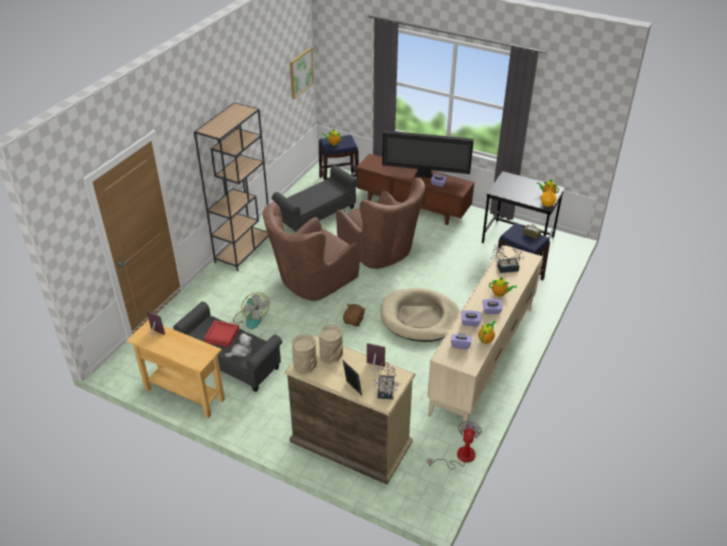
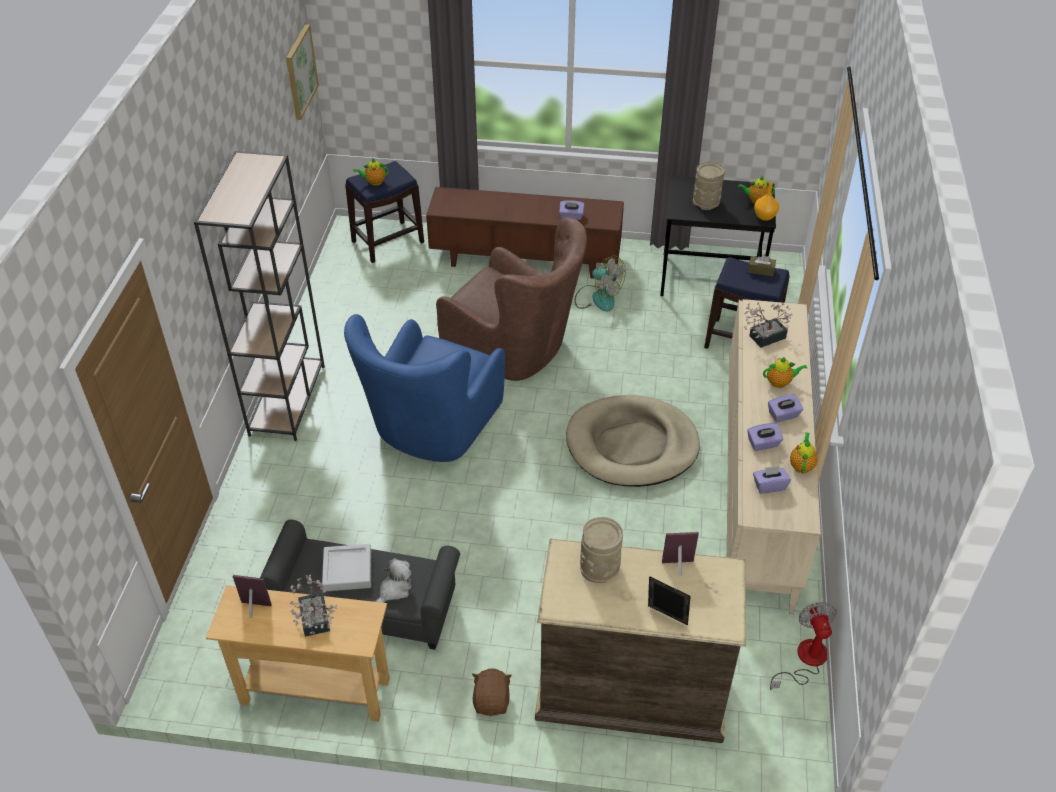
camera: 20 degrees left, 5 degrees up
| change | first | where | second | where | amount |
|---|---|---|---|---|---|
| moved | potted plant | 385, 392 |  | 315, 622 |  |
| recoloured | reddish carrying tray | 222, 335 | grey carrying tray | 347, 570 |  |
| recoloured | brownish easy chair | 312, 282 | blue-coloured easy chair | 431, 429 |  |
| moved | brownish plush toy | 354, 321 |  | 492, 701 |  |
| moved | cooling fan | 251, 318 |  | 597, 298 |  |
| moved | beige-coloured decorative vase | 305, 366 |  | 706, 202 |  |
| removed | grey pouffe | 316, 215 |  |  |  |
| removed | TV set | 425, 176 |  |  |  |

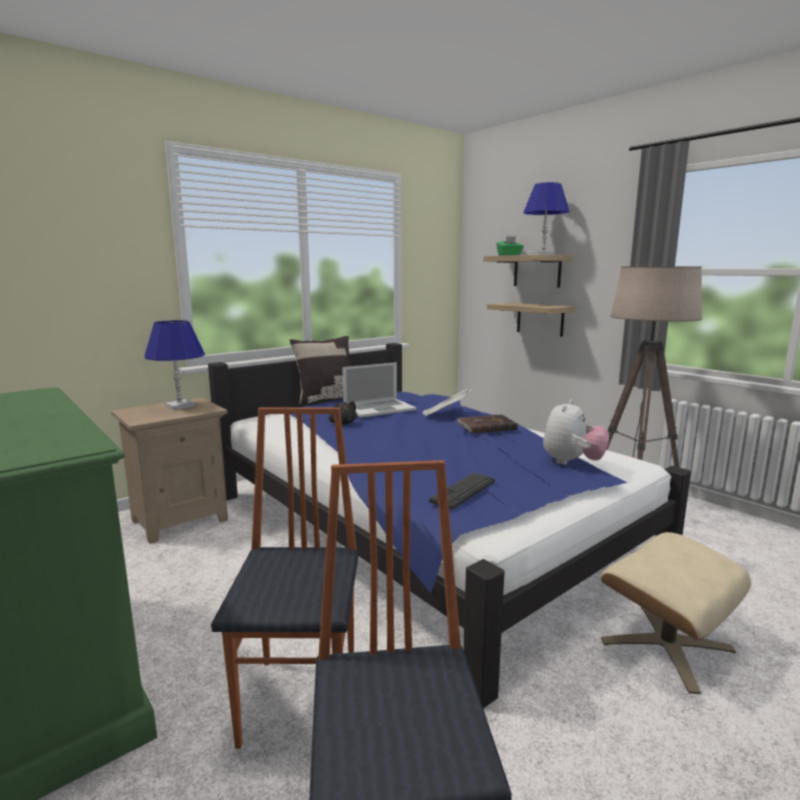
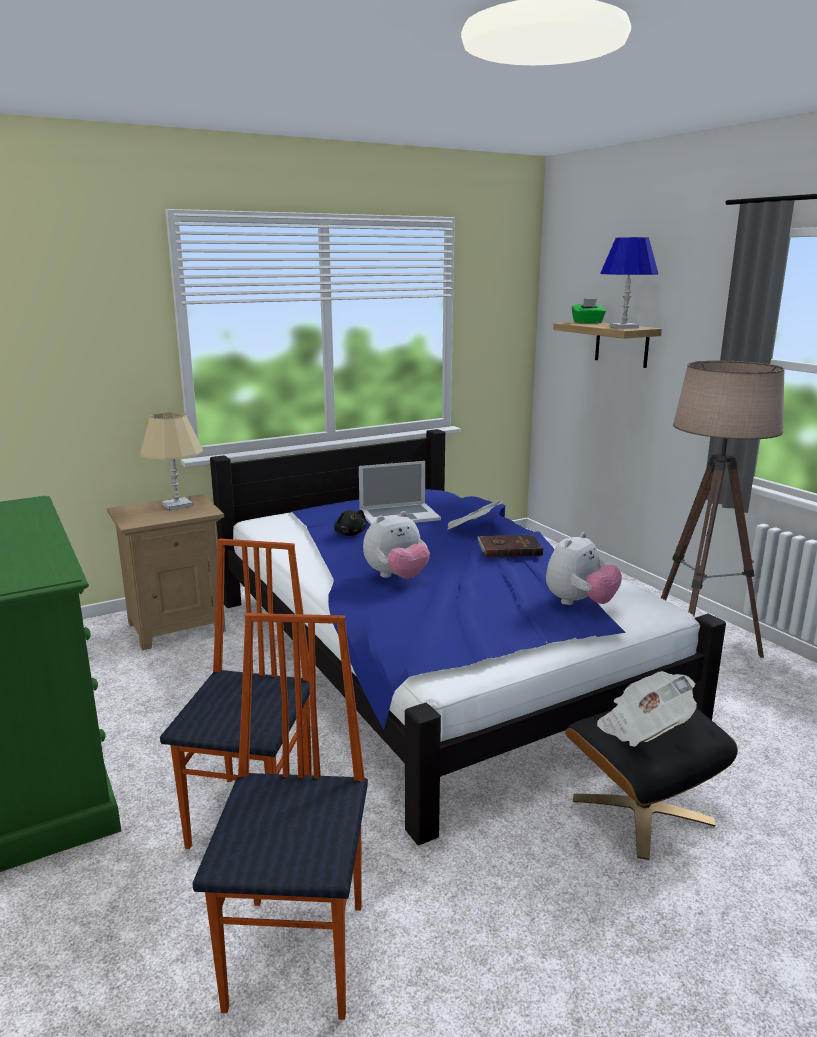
camera: 10 degrees right, 5 degrees up
| change | first | where | second | where | amount |
|---|---|---|---|---|---|
| recoloured | blue-coloured tabletop lamp | 180, 406 | beige-coloured tabletop lamp | 177, 505 |  |
| added |  |  | plush toy | 396, 577 |  |
| recoloured | beige-coloured pouffe | 666, 645 | blackish pouffe | 641, 810 |  |
| added |  |  | printed paper | 643, 728 |  |
| removed | throw pillow | 327, 399 |  |  |  |
| removed | computer keyboard | 463, 491 |  |  |  |
| removed | bracket shelf | 540, 319 |  |  |  |

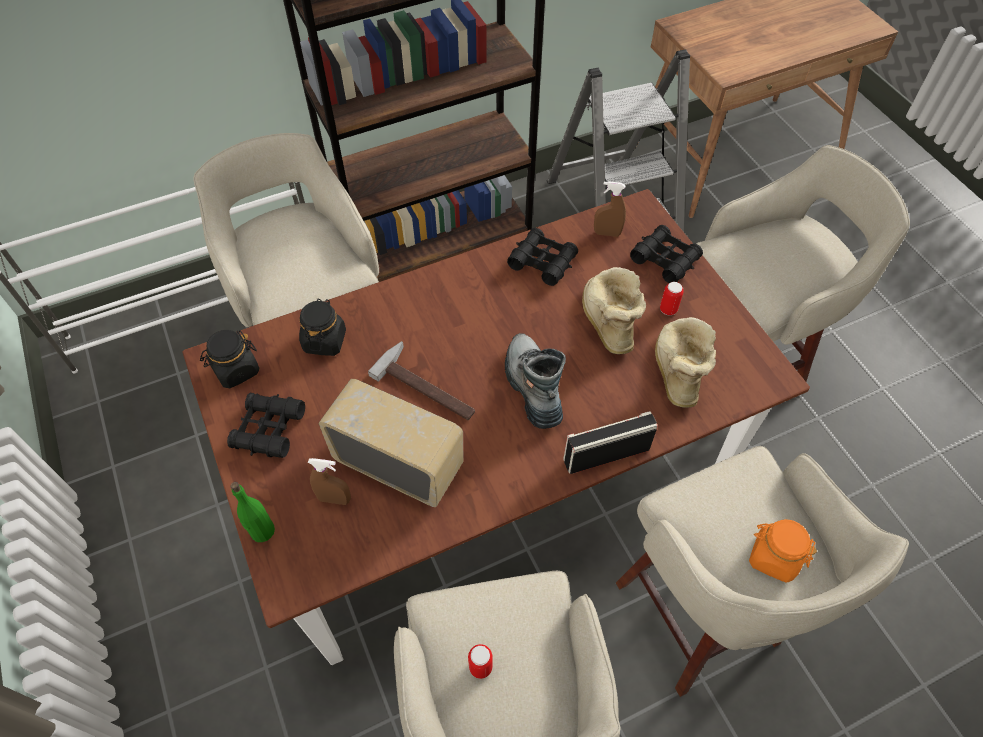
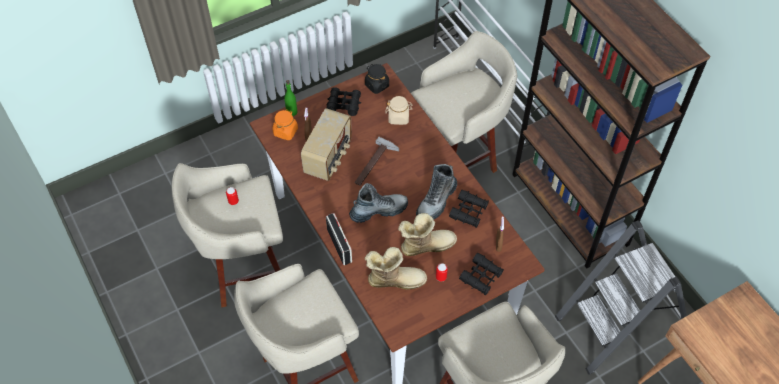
camera: 85 degrees right, 0 degrees up
| change | first | where | second | where | amount |
|---|---|---|---|---|---|
| moved | orange-coloured jar | 773, 557 |  | 285, 131 |  |
| recoloured | blackish jar | 324, 340 | beige-coloured jar | 398, 117 |  |
| added |  |  | tall boot | 436, 201 |  |

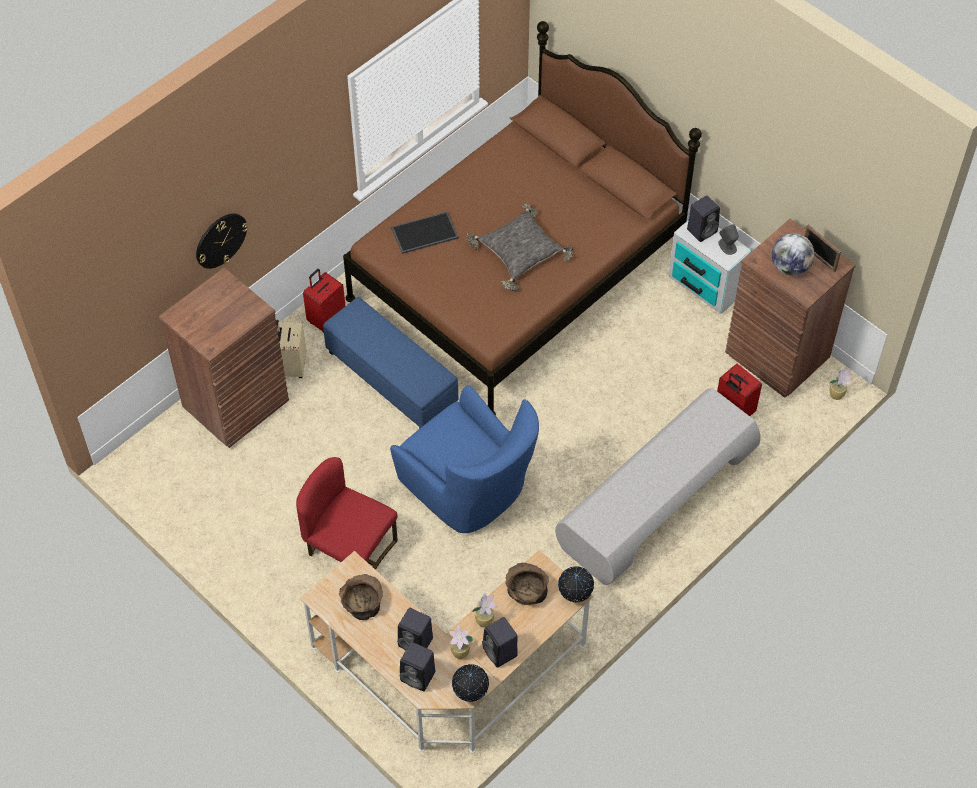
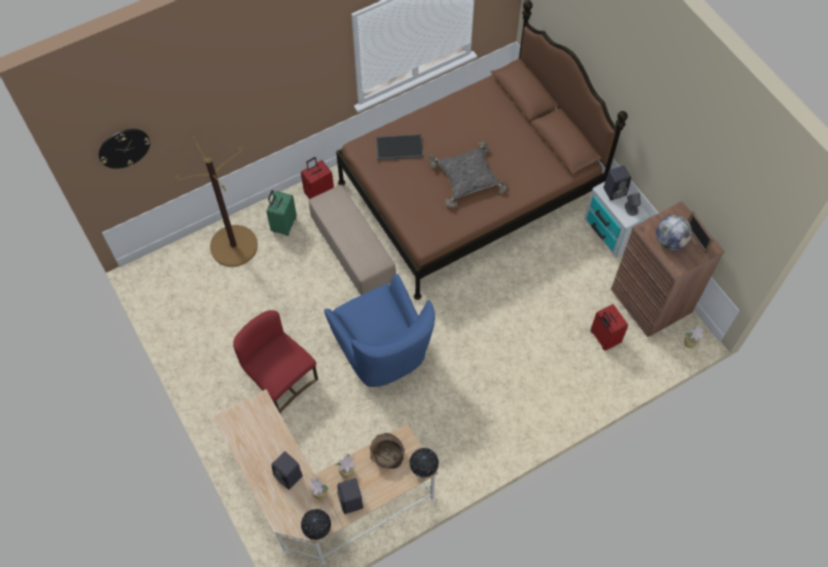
camera: 15 degrees right, 5 degrees up
| change | first | where | second | where | amount |
|---|---|---|---|---|---|
| moved | hanging clock | 220, 240 |  | 124, 148 |  |
| replaced | brownish drawer chest | 236, 405 | brownish garment rack | 234, 246 |  |
| recoloured | beige-coloured suitcase | 292, 366 | greenish suitcase | 283, 225 |  |
| recoloured | blue-coloured pouffe | 392, 377 | beige-coloured pouffe | 353, 250 |  |
| removed | brownish deep dish | 362, 601 |  |  |  |
| removed | blackish loudspeaker | 419, 676 |  |  |  |
| removed | grey indoor bench | 657, 499 |  |  |  |

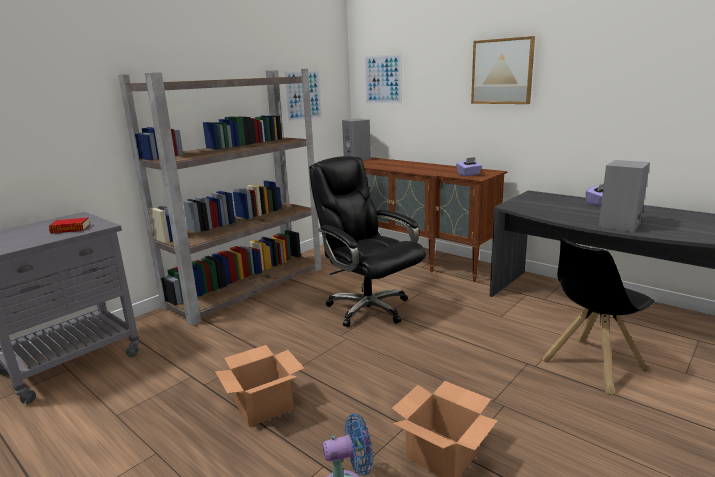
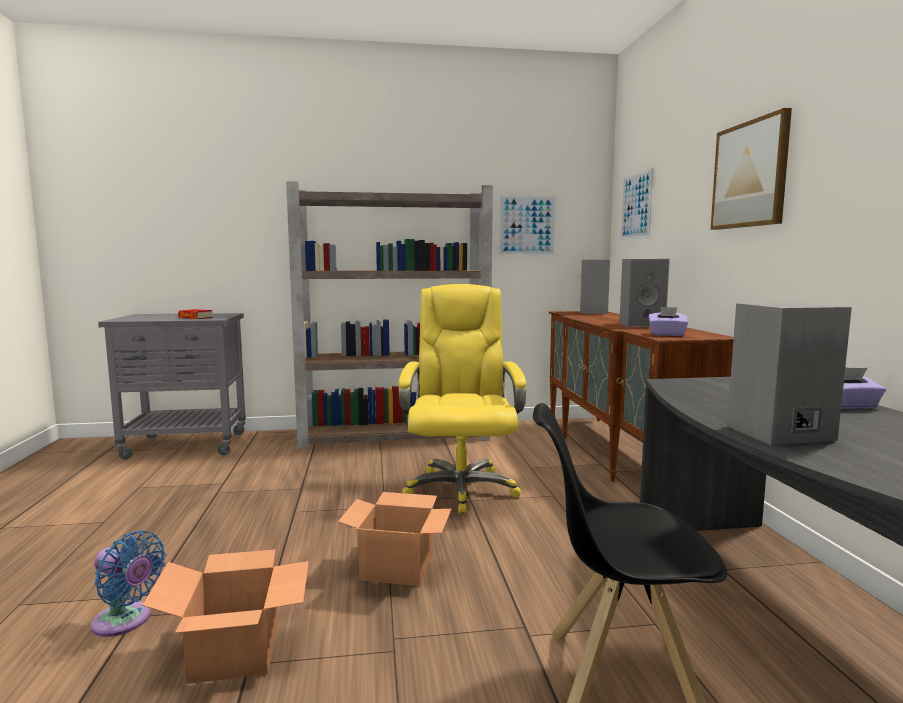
camera: 40 degrees right, 10 degrees down
| change | first | where | second | where | amount |
|---|---|---|---|---|---|
| moved | carton | 263, 406 |  | 395, 568 |  |
| recoloured | blackish desk chair | 369, 309 | yellow desk chair | 461, 490 |  |
| added |  |  | grey loudspeaker | 642, 325 |  |

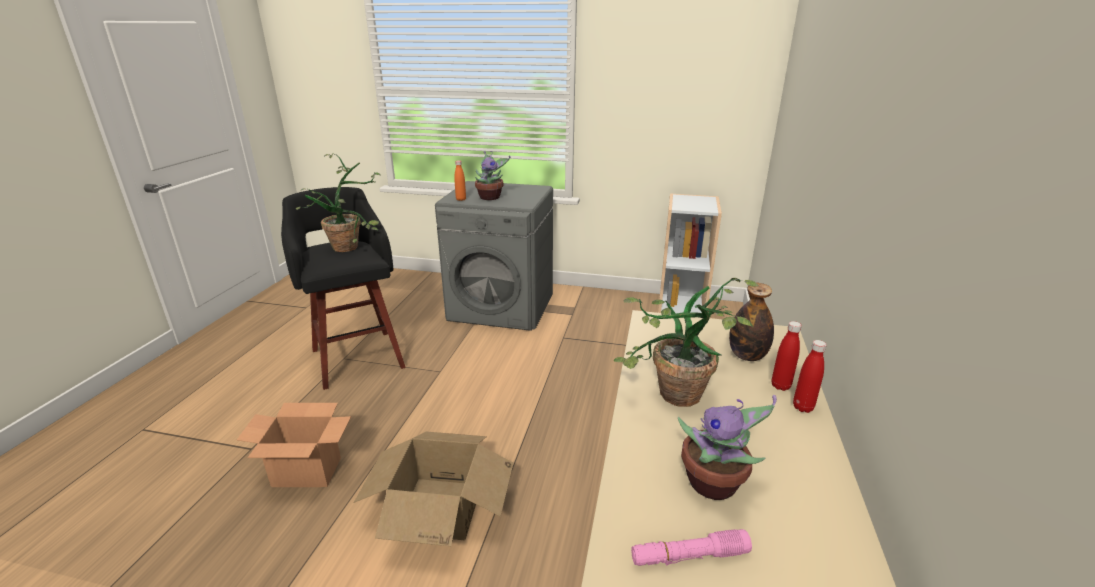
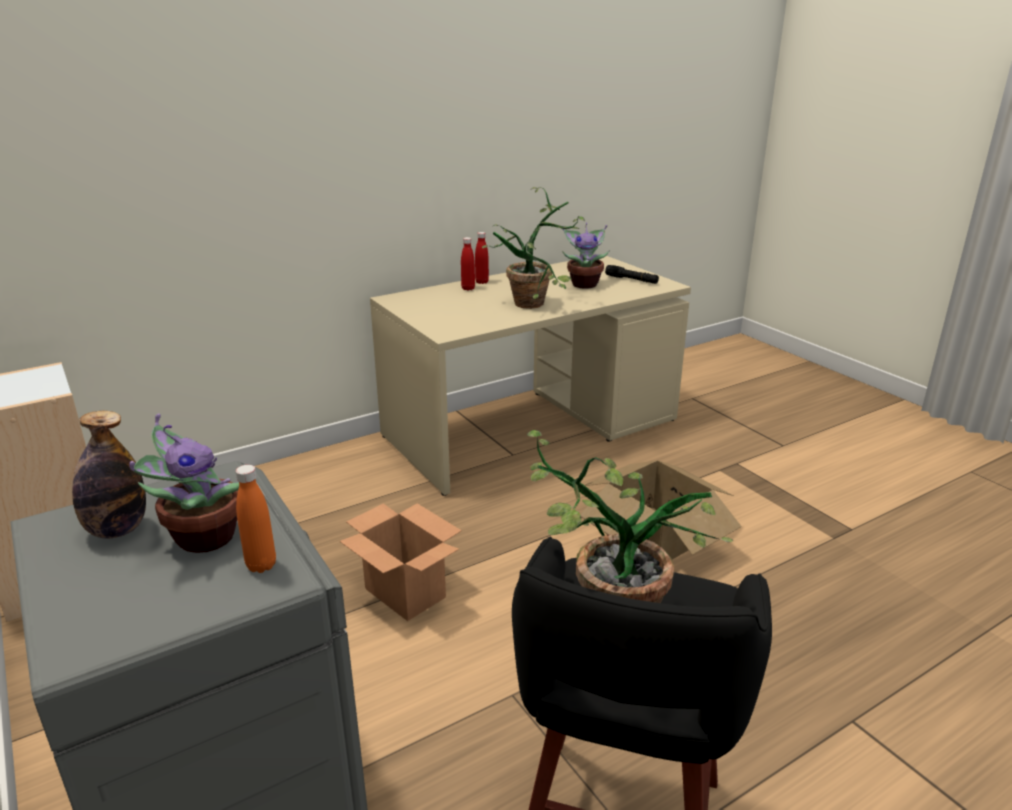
camera: 135 degrees left, 0 degrees up
| change | first | where | second | where | amount |
|---|---|---|---|---|---|
| moved | beverage bottle | 747, 356 |  | 117, 530 |  |
| moved | carton | 308, 472 |  | 404, 593 |  |
| recoloured | pinkish hand torch | 689, 556 | blackish hand torch | 631, 280 |  |

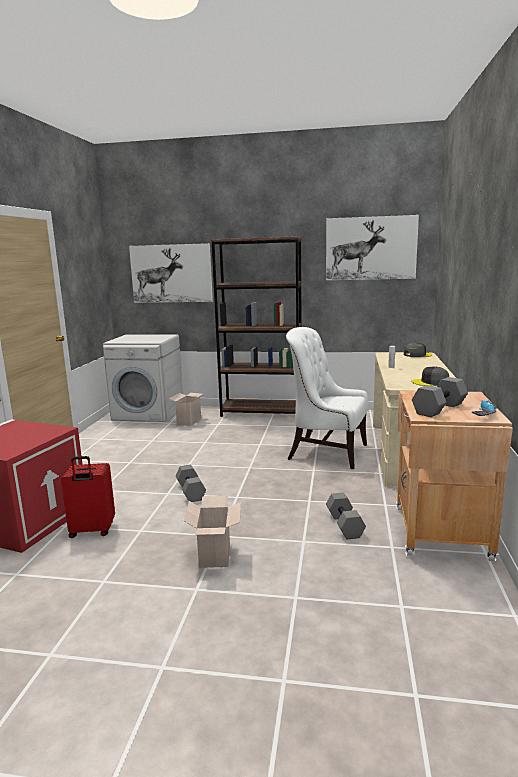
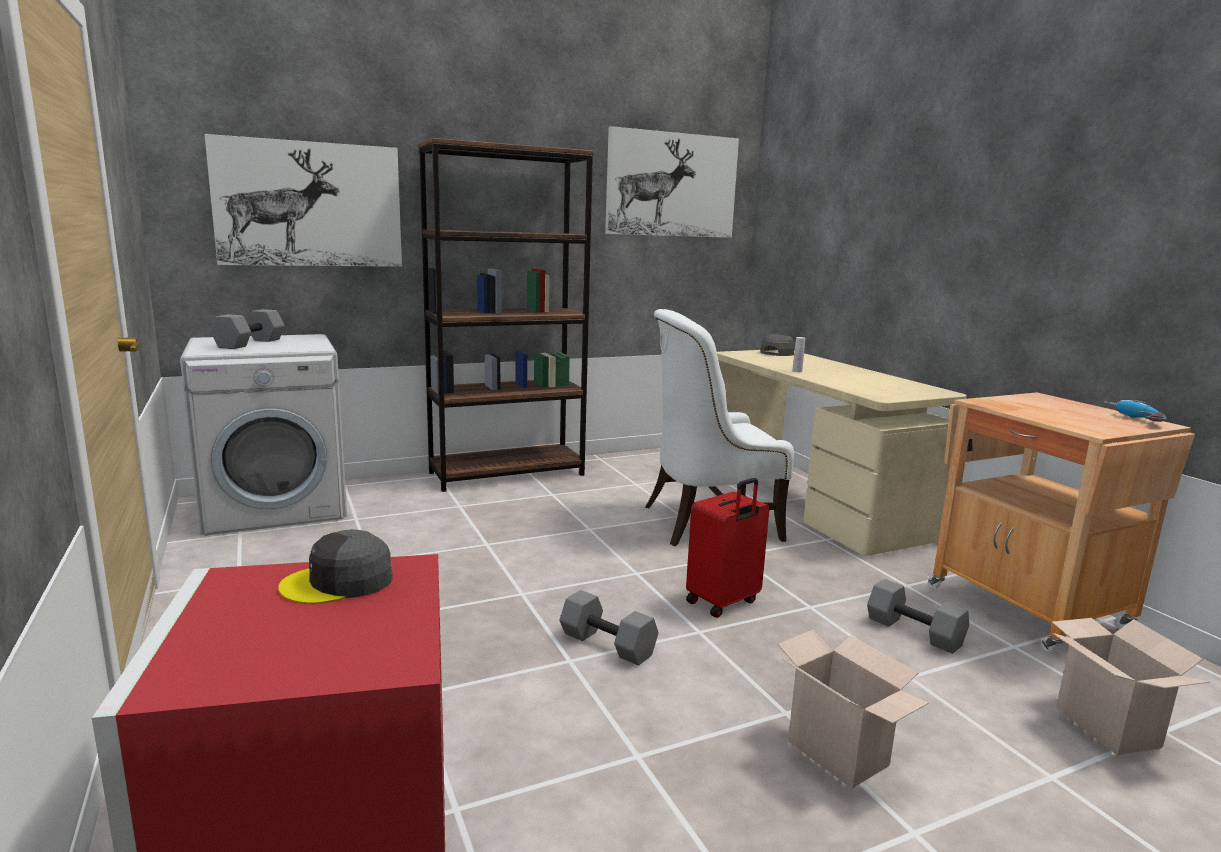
camera: 35 degrees left, 0 degrees up
| change | first | where | second | where | amount |
|---|---|---|---|---|---|
| moved | grey dumbbell | 439, 409 |  | 250, 343 |  |
| moved | grey cap | 430, 382 |  | 339, 582 |  |
| moved | reddish suitcase | 92, 531 |  | 723, 602 |  |
| moved | carton | 189, 421 |  | 1103, 725 |  |

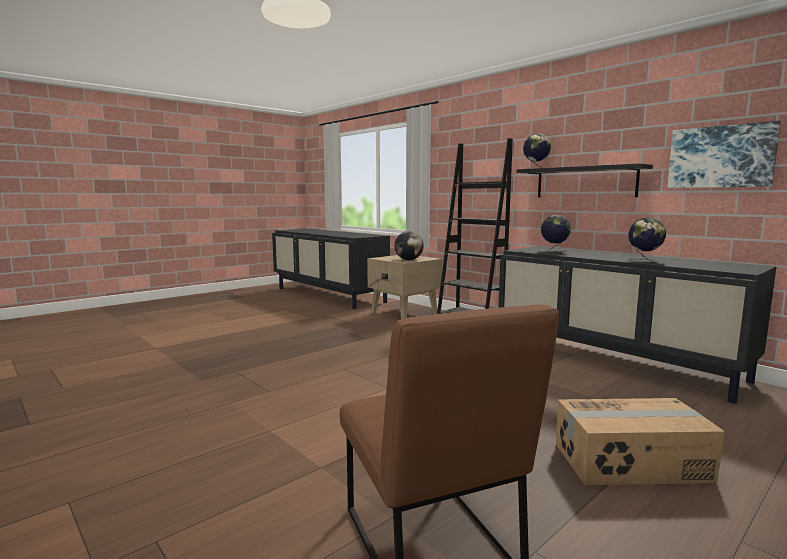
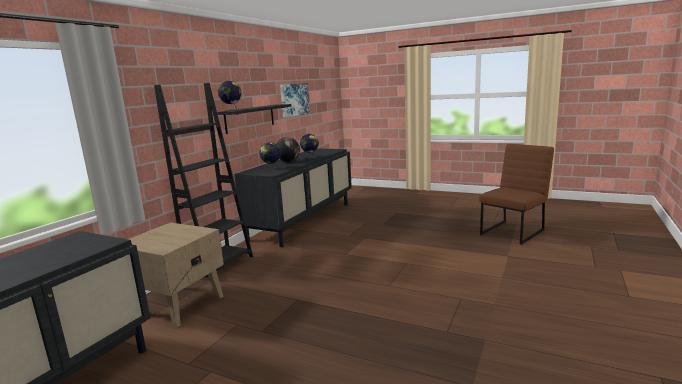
camera: 110 degrees left, 5 degrees up
| change | first | where | second | where | amount |
|---|---|---|---|---|---|
| moved | world globe | 409, 260 |  | 288, 161 |  |
| removed | carton | 631, 463 |  |  |  |

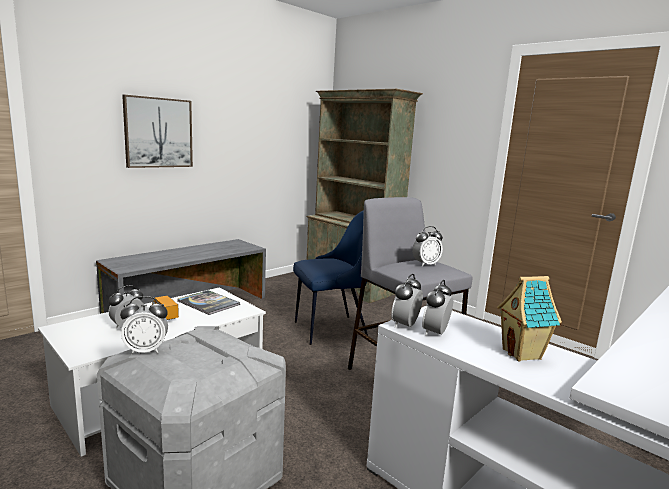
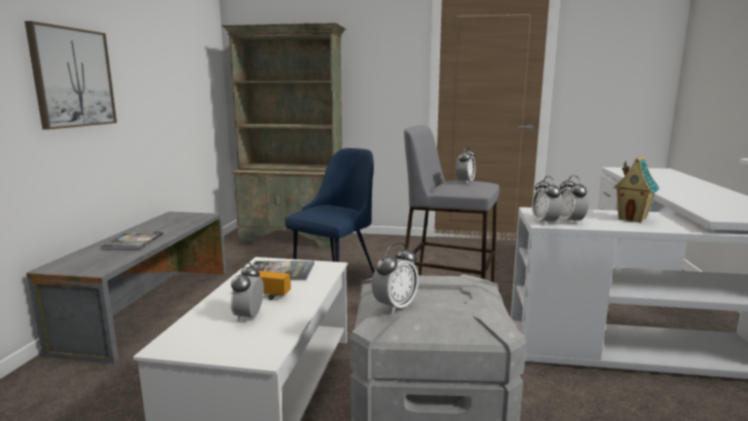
camera: 35 degrees left, 0 degrees up
| change | first | where | second | where | amount |
|---|---|---|---|---|---|
| added |  |  | bound book | 133, 241 |  |

